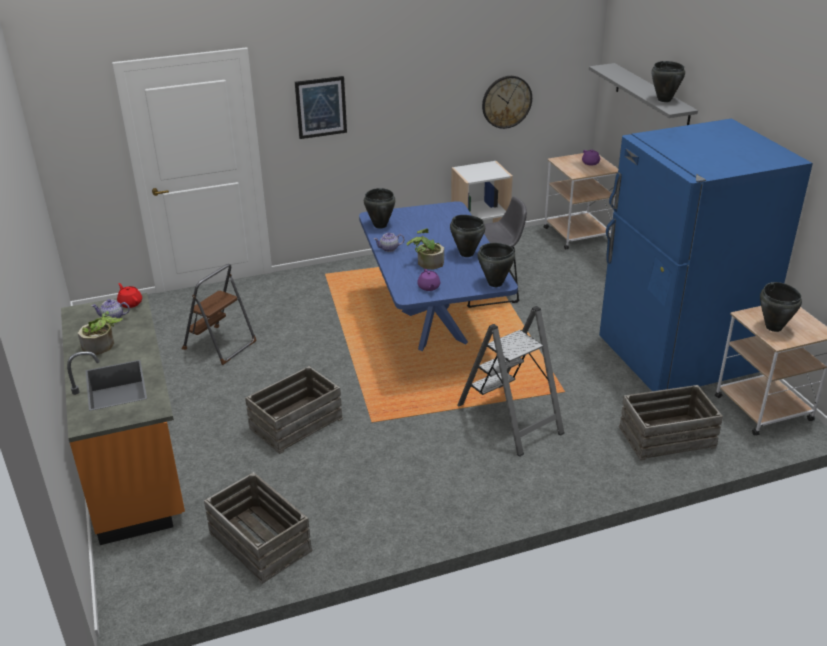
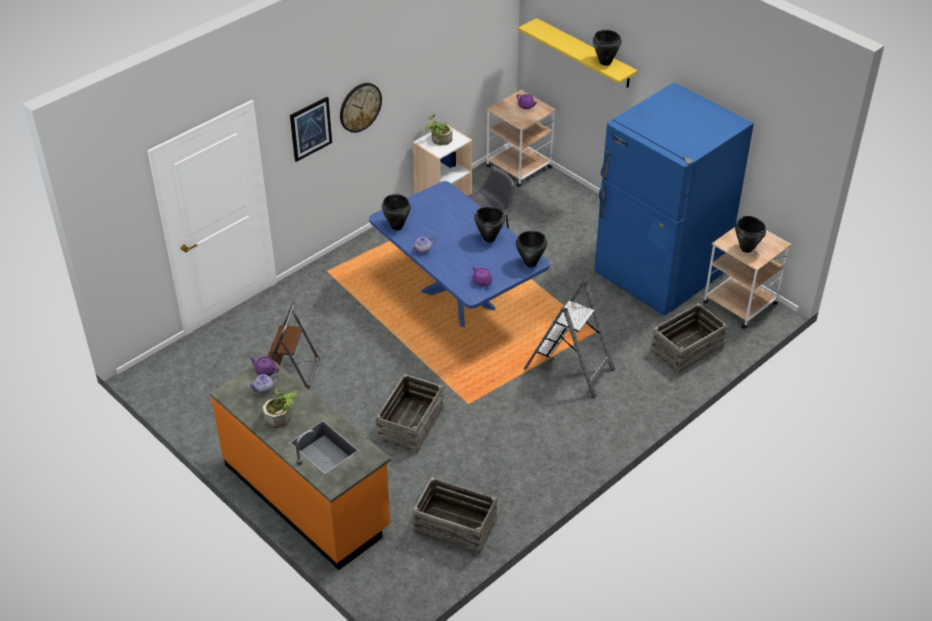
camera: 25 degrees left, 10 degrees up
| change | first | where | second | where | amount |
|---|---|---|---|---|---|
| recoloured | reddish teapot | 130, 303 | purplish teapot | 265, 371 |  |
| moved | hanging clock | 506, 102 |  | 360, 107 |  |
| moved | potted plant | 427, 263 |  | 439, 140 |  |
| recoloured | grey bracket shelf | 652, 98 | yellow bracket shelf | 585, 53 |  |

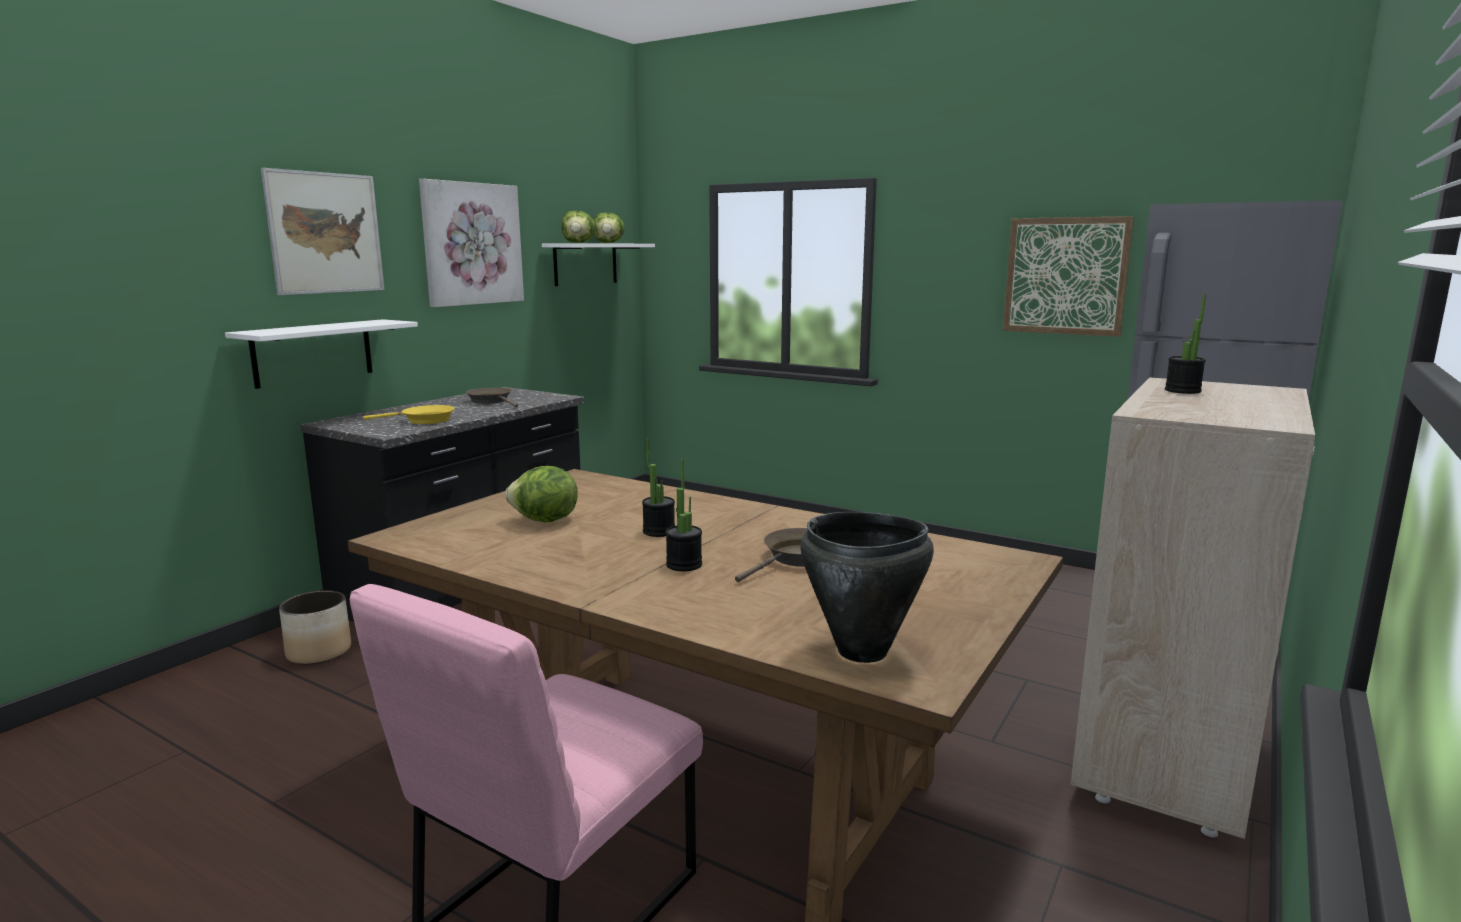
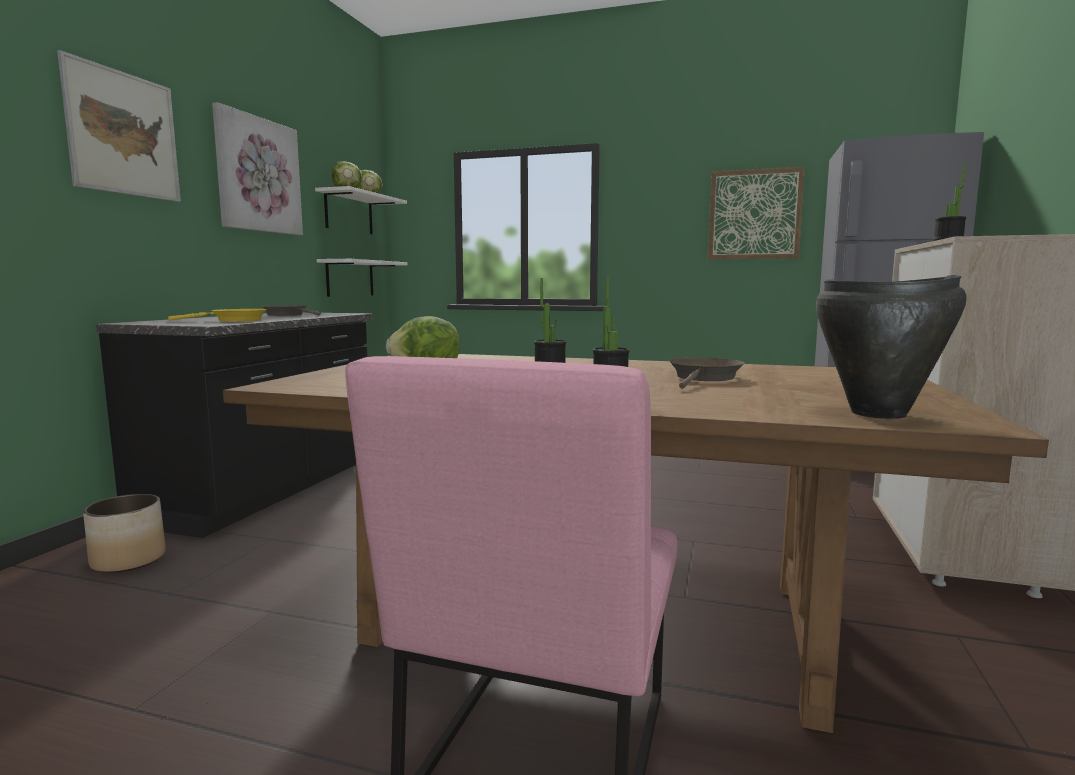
camera: 15 degrees left, 5 degrees down
| change | first | where | second | where | amount |
|---|---|---|---|---|---|
| moved | white bracket shelf | 313, 352 |  | 350, 278 |  |

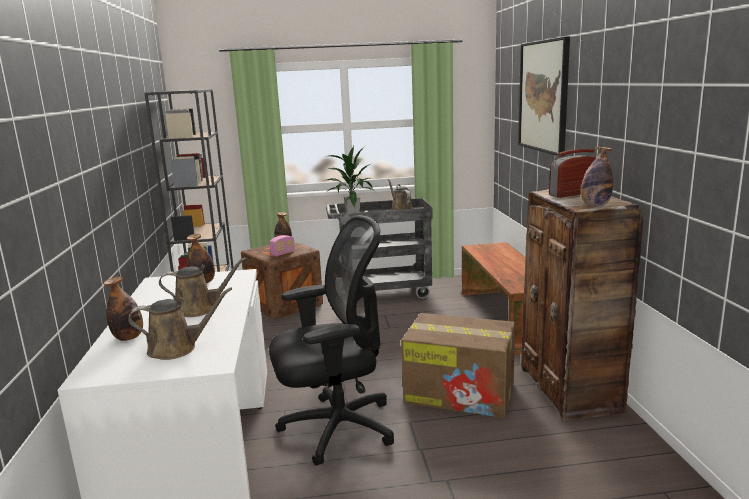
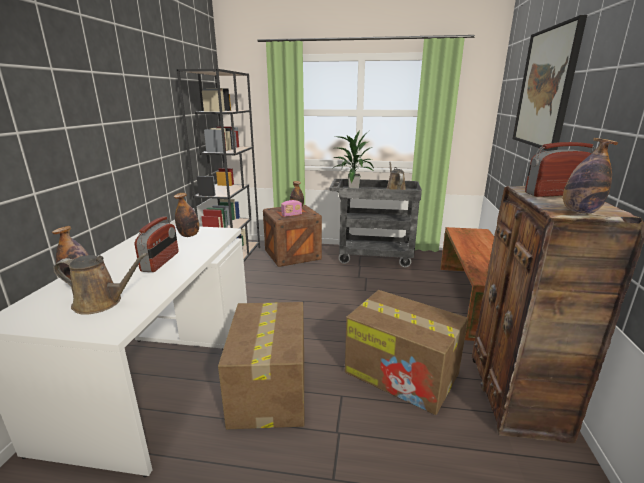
camera: 15 degrees right, 5 degrees up
| change | first | where | second | where | amount |
|---|---|---|---|---|---|
| replaced | brownish watering pot | 199, 309 | radio | 161, 262 |  |
| replaced | blackish desk chair | 333, 431 | carton | 269, 388 |  |

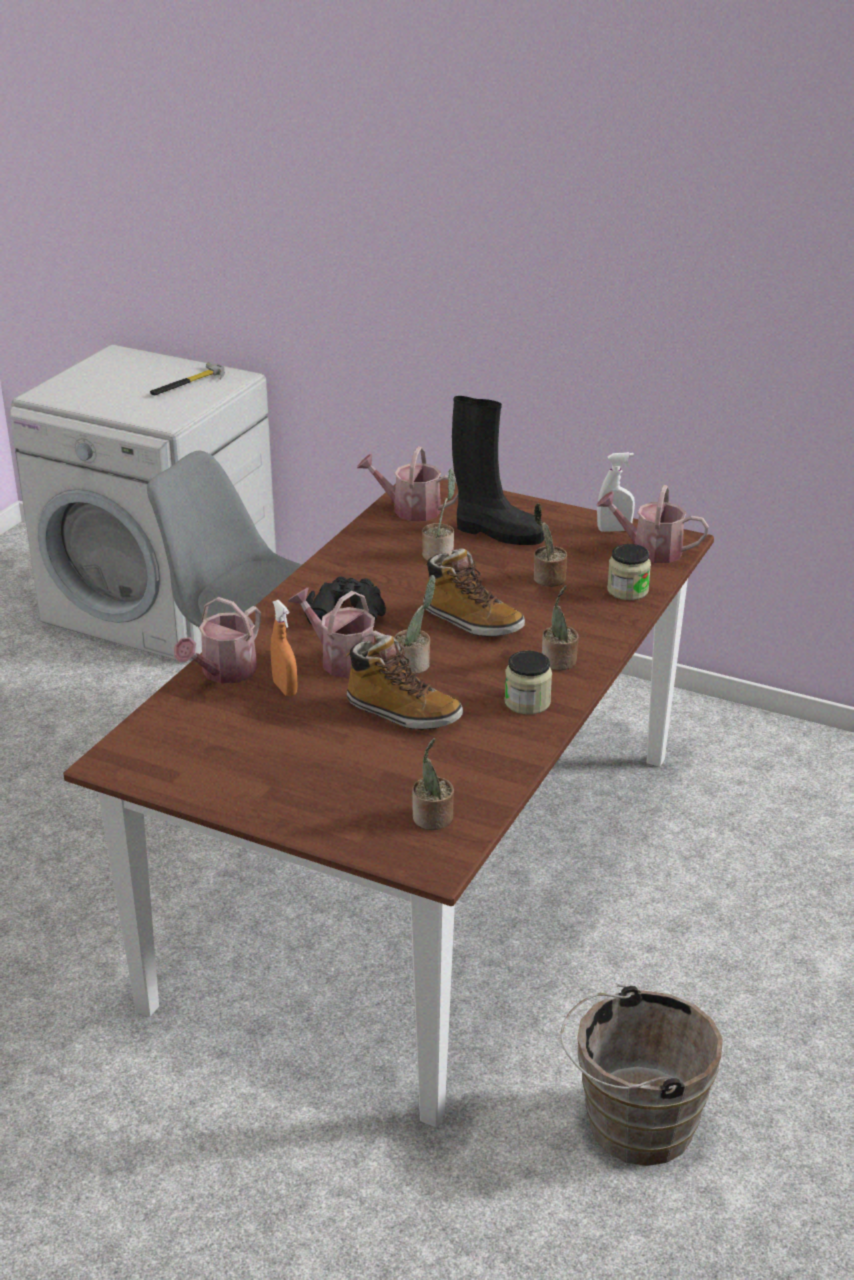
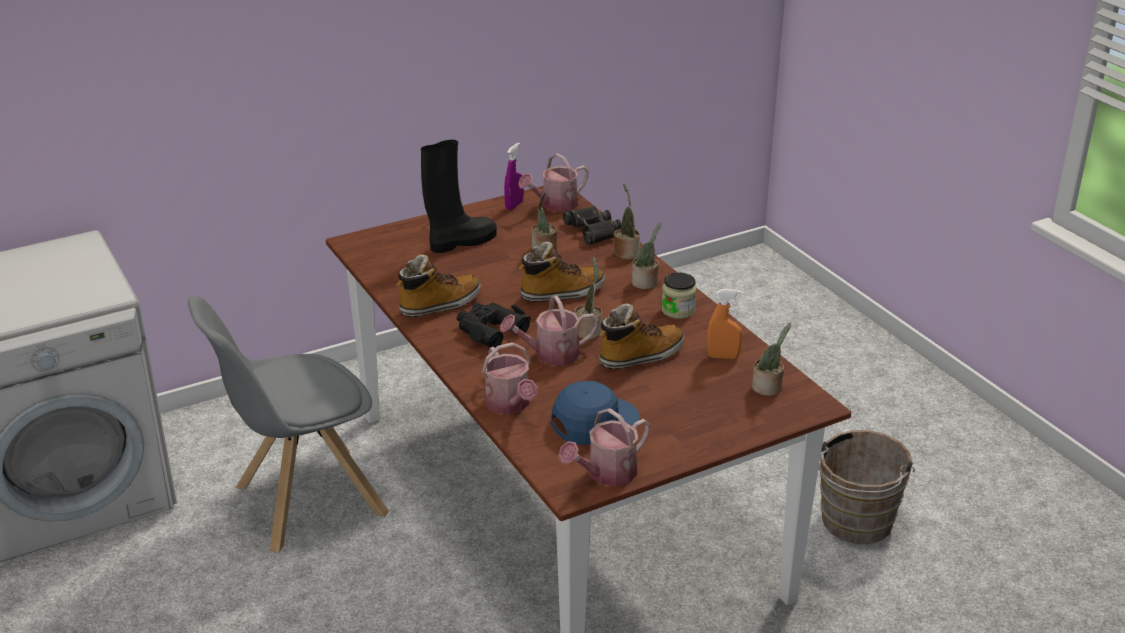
camera: 55 degrees left, 0 degrees up
| change | first | where | second | where | amount |
|---|---|---|---|---|---|
| added |  |  | tall boot | 440, 304 |  |
| recoloured | white sprayer | 614, 530 | purplish sprayer | 514, 205 |  |
| added |  |  | blue-coloured cap | 593, 421 |  |
| moved | watering pot | 410, 510 |  | 606, 474 |  |
| replaced | jar | 627, 590 | blackish binoculars | 592, 230 |  |
| moved | potted plant | 439, 554 |  | 626, 252 |  |
| moved | orange-coloured sprayer | 285, 688 |  | 723, 356 |  |
| removed | hand hammer | 188, 384 |  |  |  |

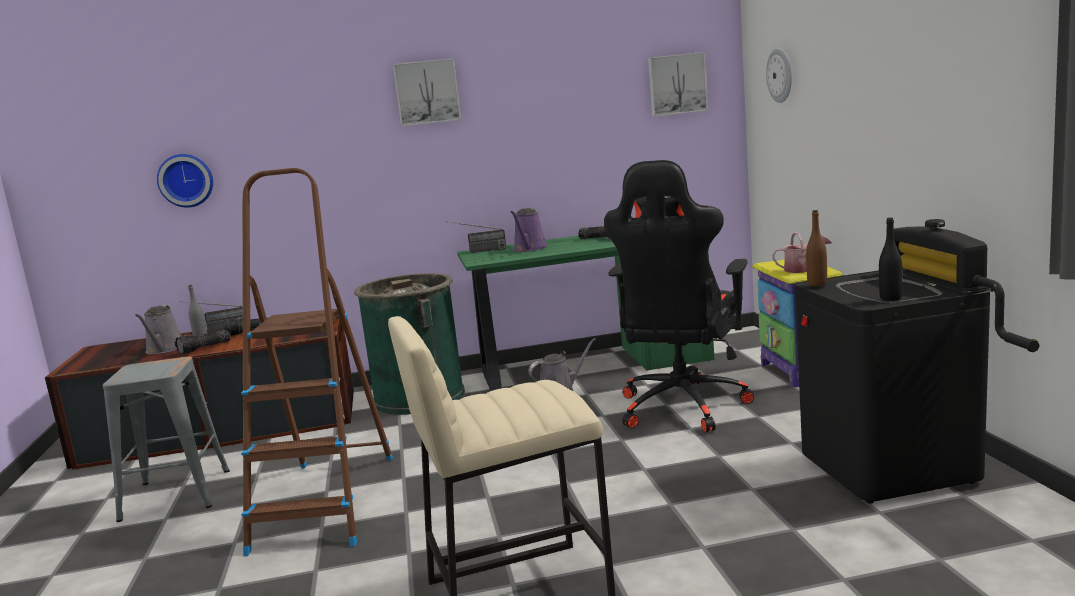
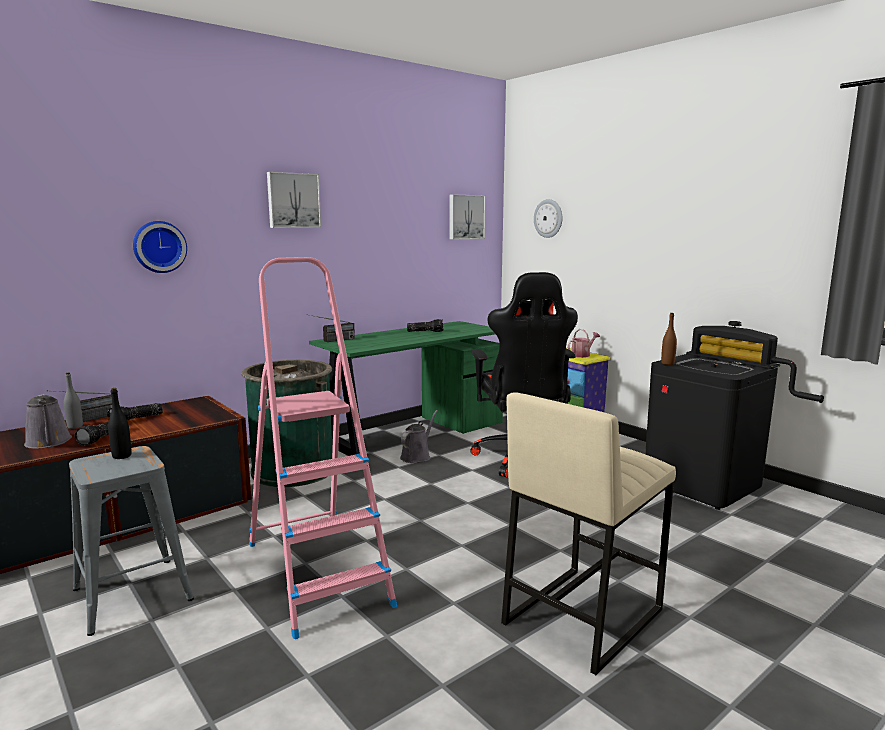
camera: 30 degrees left, 0 degrees up
| change | first | where | second | where | amount |
|---|---|---|---|---|---|
| moved | blackish beverage bottle | 890, 298 |  | 122, 456 |  |
| moved | hanging clock | 186, 180 |  | 159, 247 |  |
| recoloured | brownish step ladder | 325, 502 | pinkish step ladder | 317, 573 |  |
| removed | purplish watering pot | 529, 249 |  |  |  |

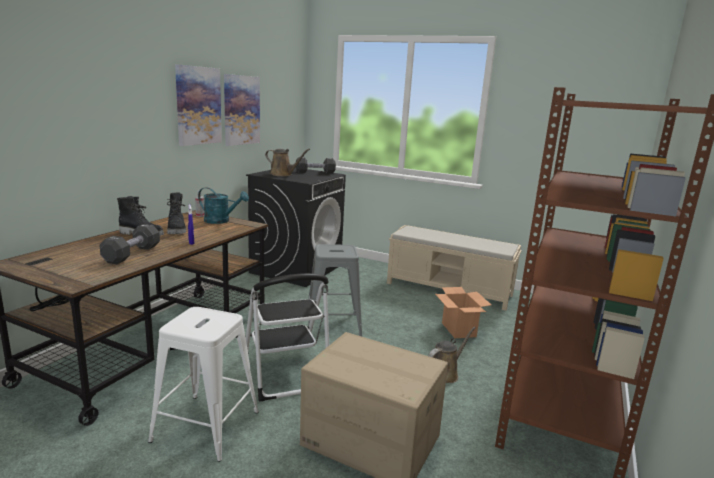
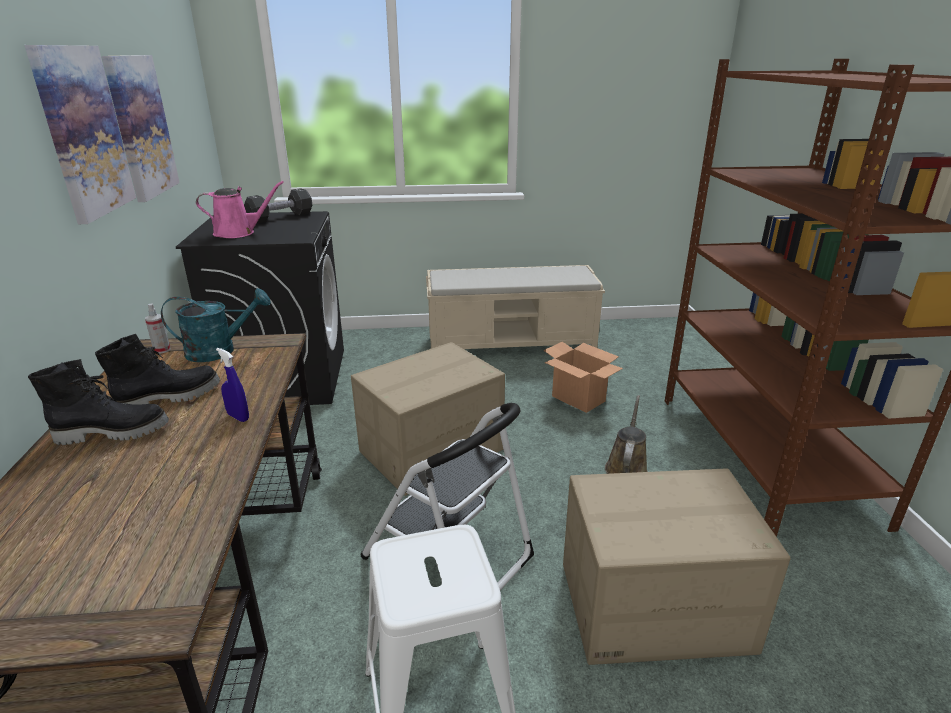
camera: 30 degrees left, 10 degrees up
| change | first | where | second | where | amount |
|---|---|---|---|---|---|
| turned | blackish tall boot | 177, 230 |  | 169, 398 | 75 degrees counterclockwise |
| recoloured | brownish watering pot | 283, 174 | pinkish watering pot | 238, 233 |  |
| replaced | grey sitting stool | 333, 324 | carton | 431, 451 |  |
| removed | blackish dumbbell | 132, 254 |  |  |  |

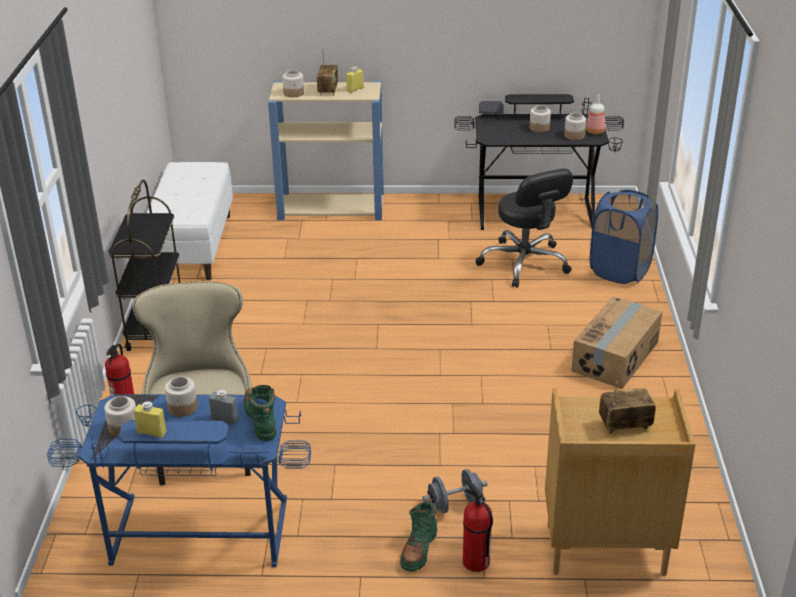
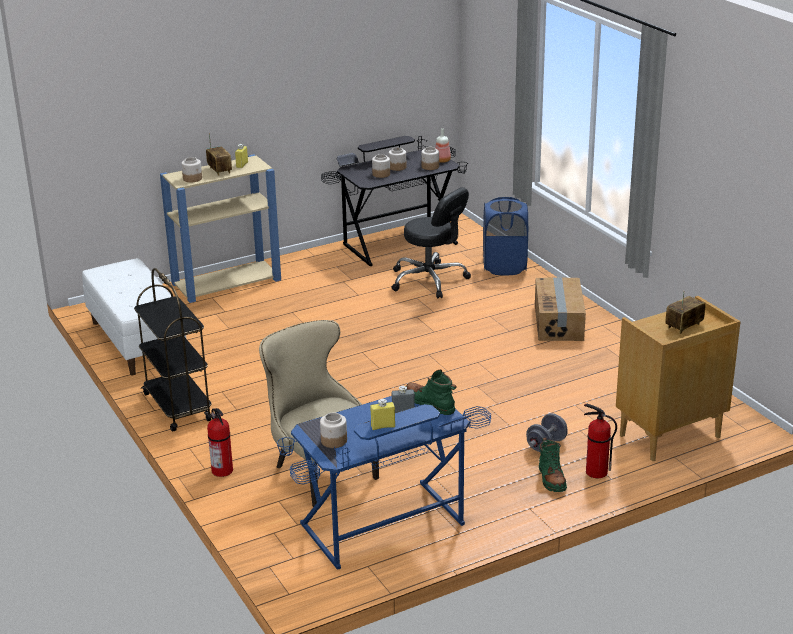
camera: 30 degrees left, 5 degrees down
| change | first | where | second | where | amount |
|---|---|---|---|---|---|
| moved | jar | 182, 407 |  | 381, 174 |  |

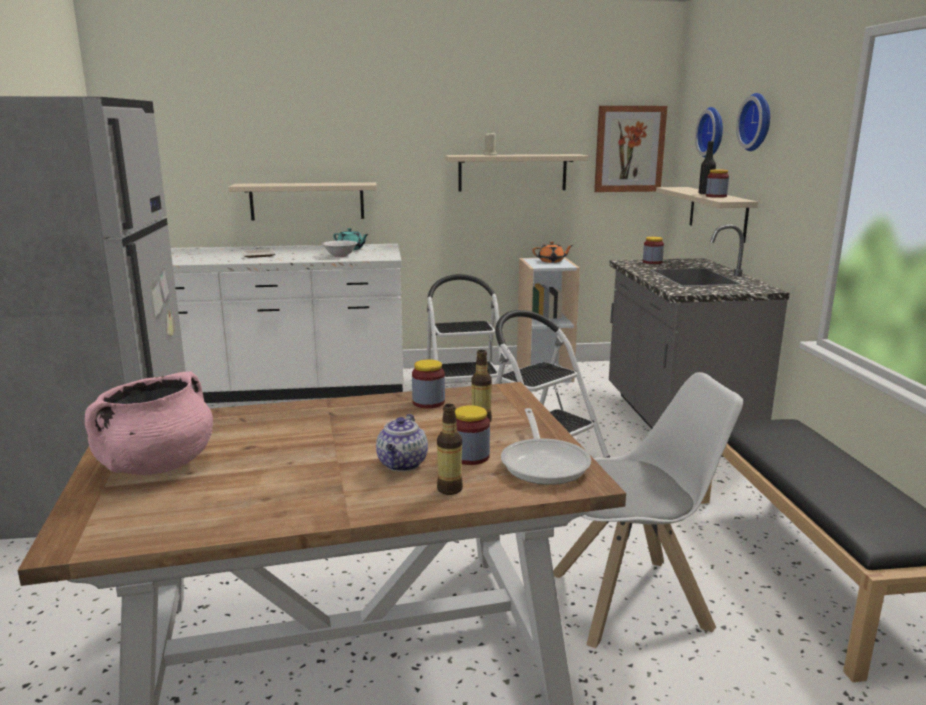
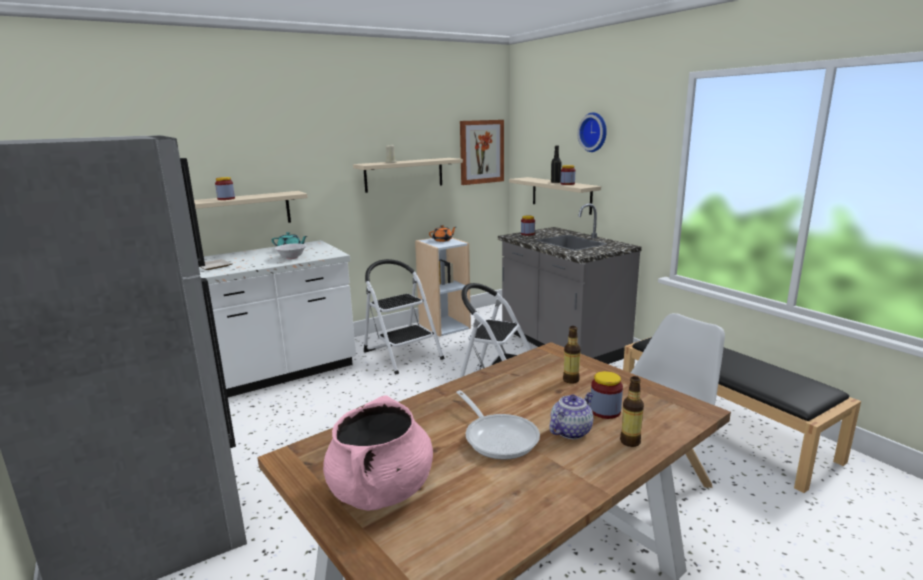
camera: 25 degrees left, 0 degrees up
| change | first | where | second | where | amount |
|---|---|---|---|---|---|
| moved | jar | 428, 402 |  | 226, 199 |  |
| moved | frying pan | 544, 463 |  | 498, 437 |  |
| turned | teapot | 402, 464 |  | 571, 431 | 120 degrees counterclockwise |
| removed | hanging clock | 713, 132 |  |  |  |

